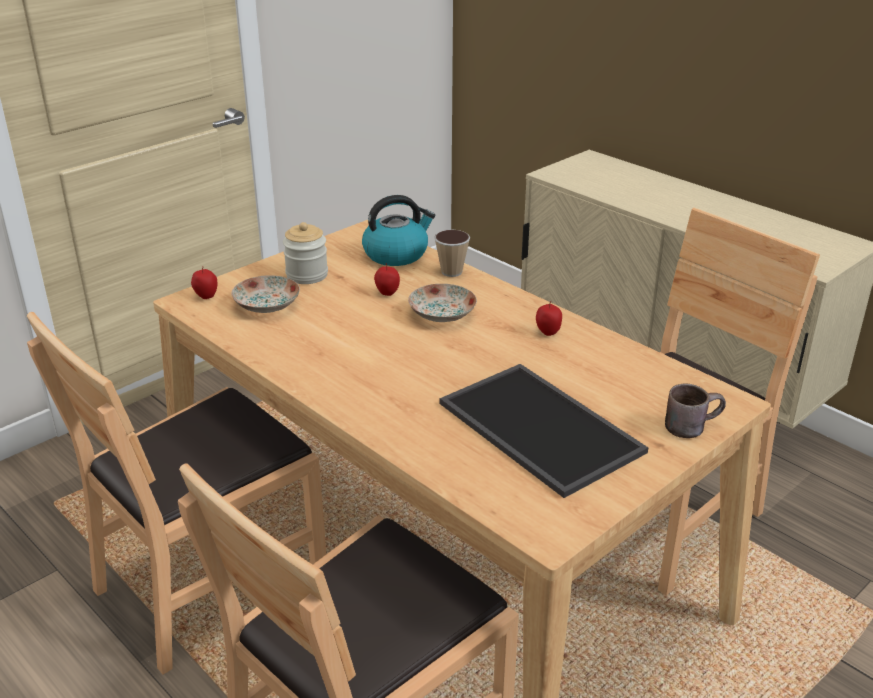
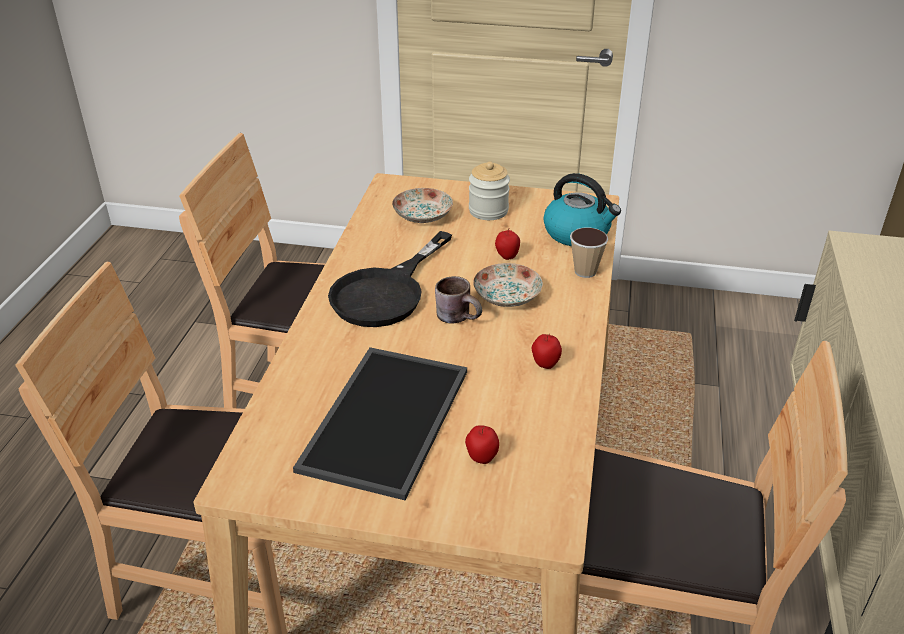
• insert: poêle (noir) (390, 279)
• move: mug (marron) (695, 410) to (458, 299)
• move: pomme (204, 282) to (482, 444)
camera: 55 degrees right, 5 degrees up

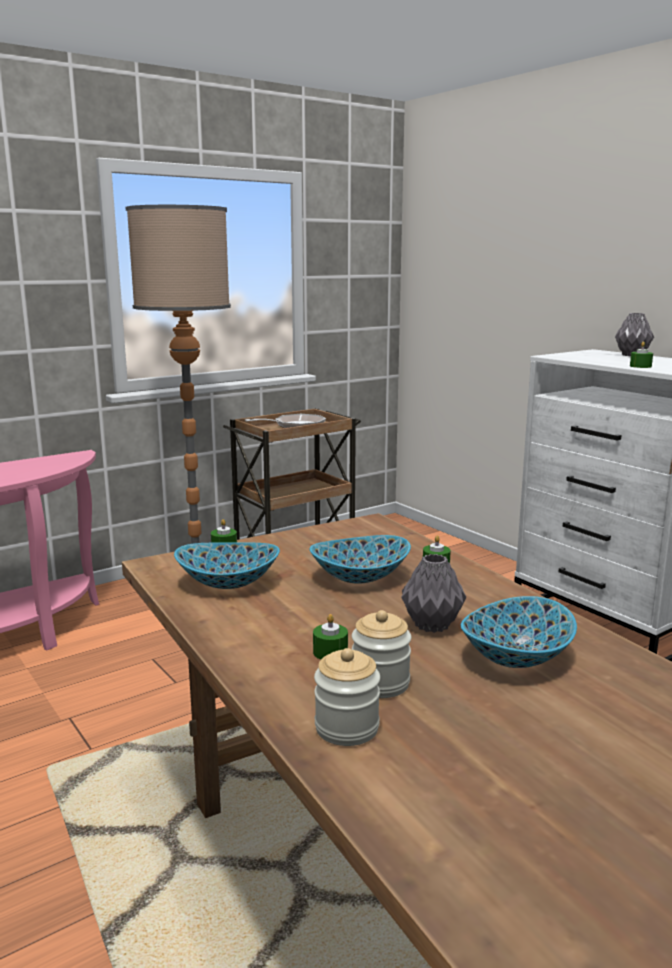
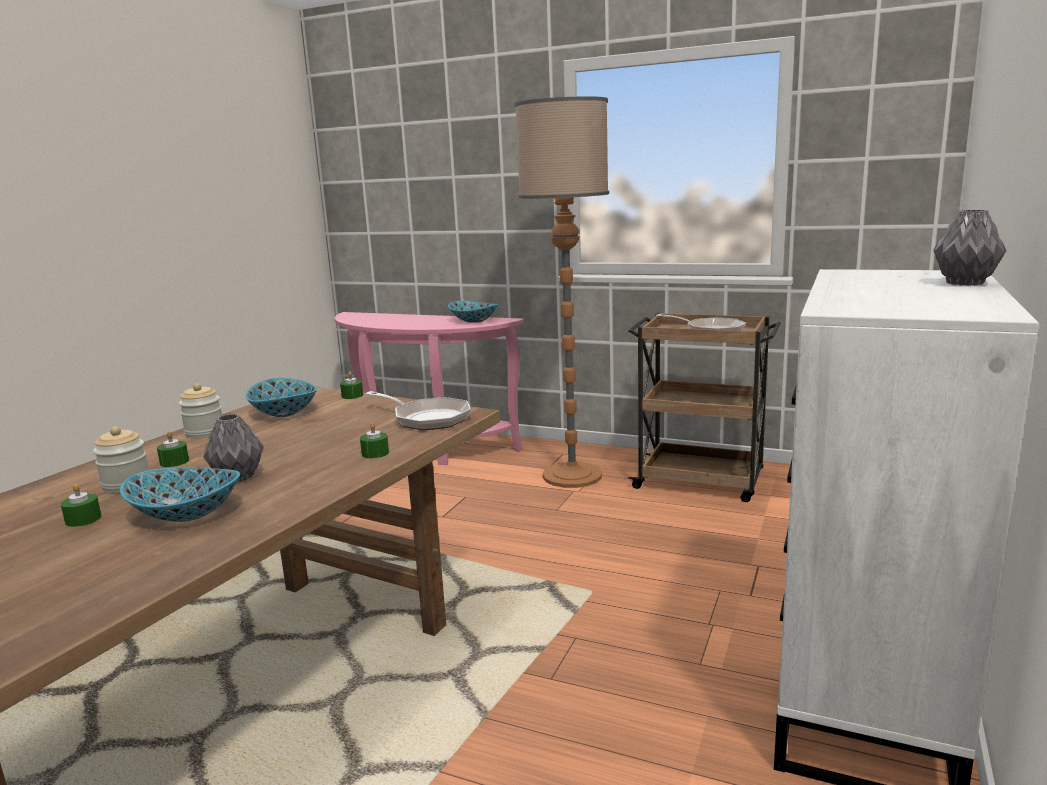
• move: bougie (vert) (641, 354) to (81, 505)
• move: bocal (347, 697) to (200, 411)
• insert: poêle (418, 410)
• move: bol (360, 559) to (473, 312)
camera: 60 degrees right, 0 degrees up

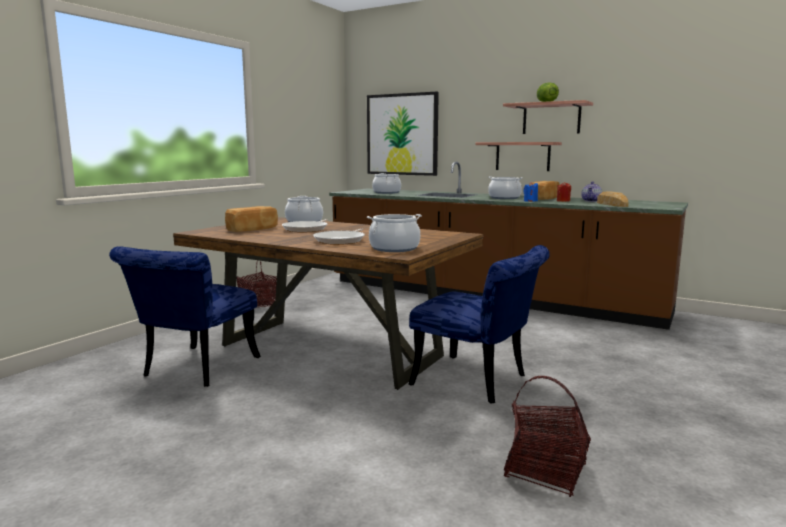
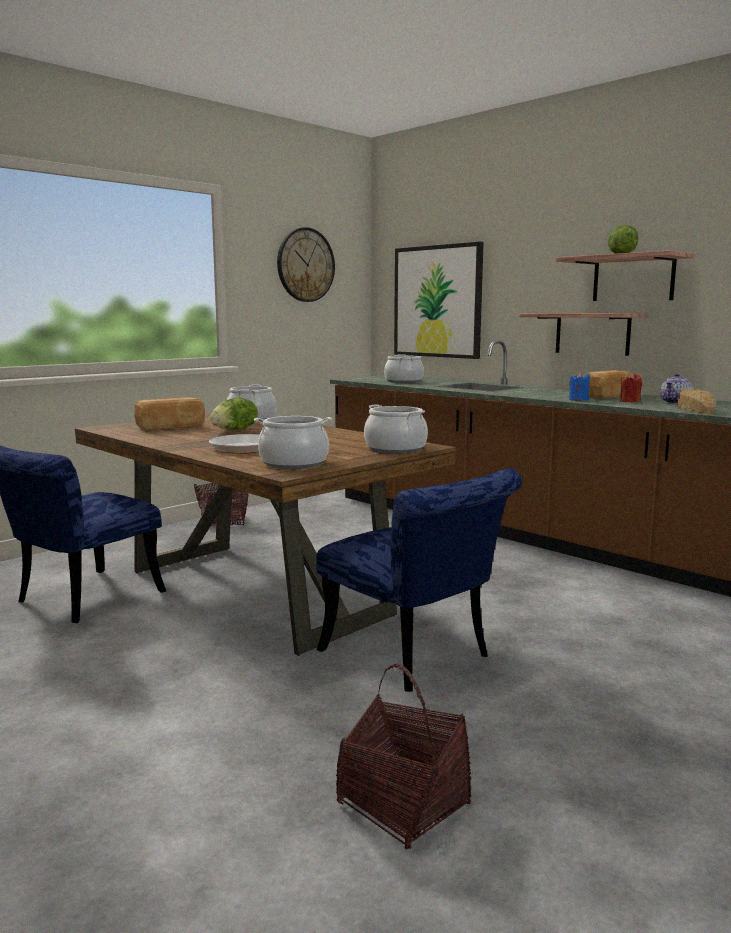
• replace: poêle (305, 225) to laitue (234, 414)
• insert: horloge murale (306, 264)
• move: marmite (505, 187) to (396, 429)
camera: 15 degrees right, 0 degrees up

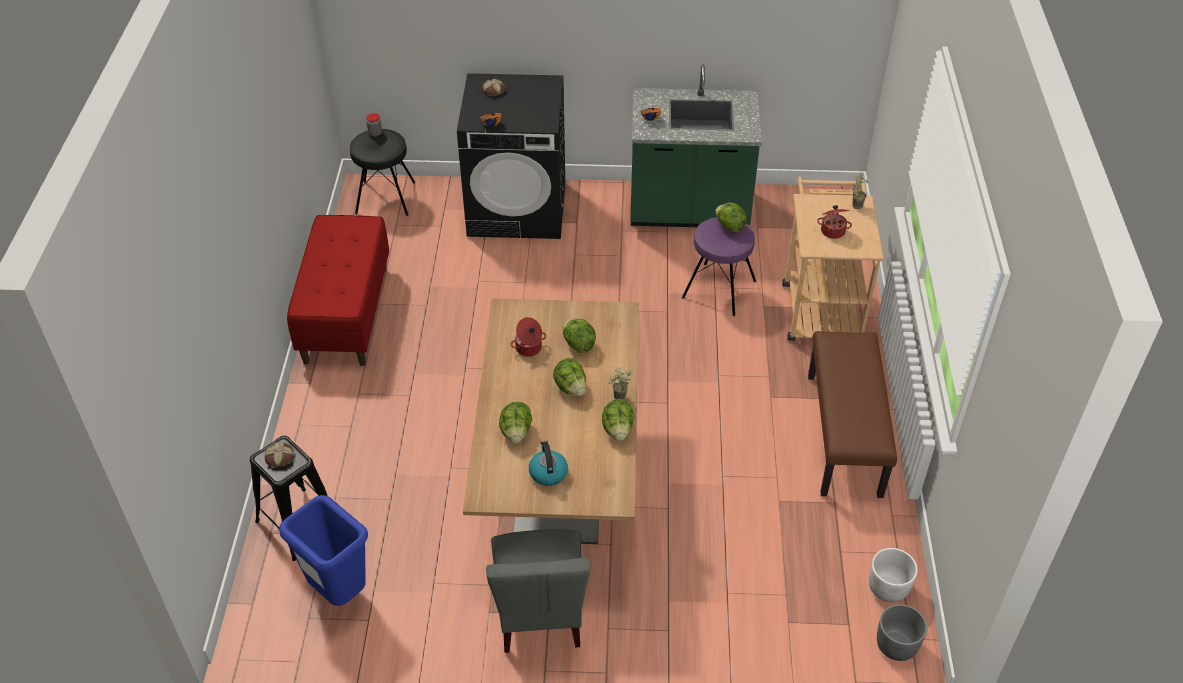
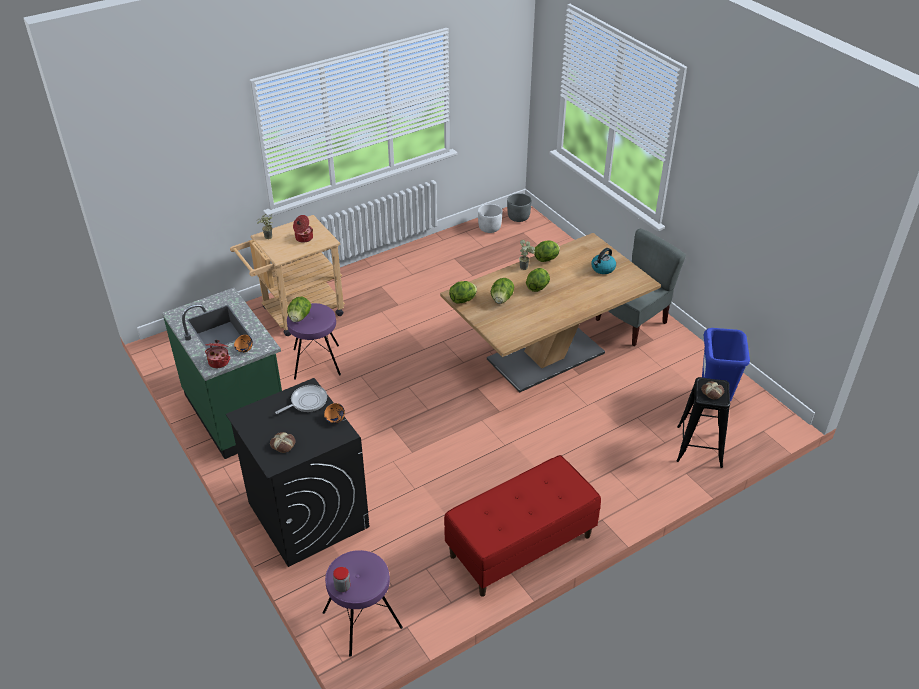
• move: marmite (528, 337) to (217, 354)
• insert: poêle (301, 399)
• recolor: tabouret (noir) (382, 172) to tabouret (violet) (363, 603)
• move: laitue (515, 422) to (463, 292)
• delete: banc (marron) (852, 414)
camera: 125 degrees left, 5 degrees down

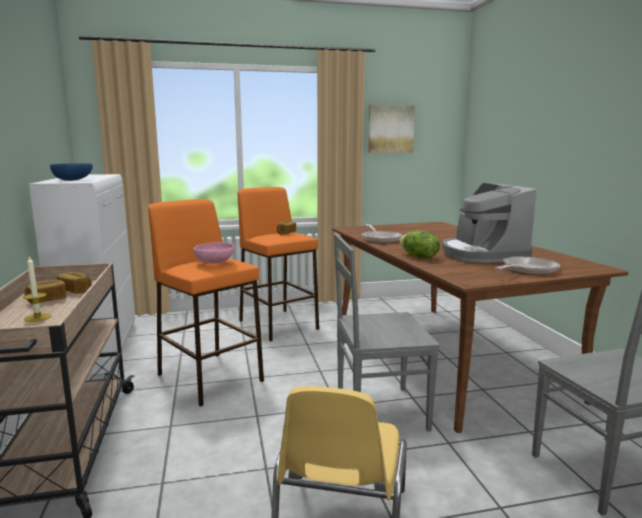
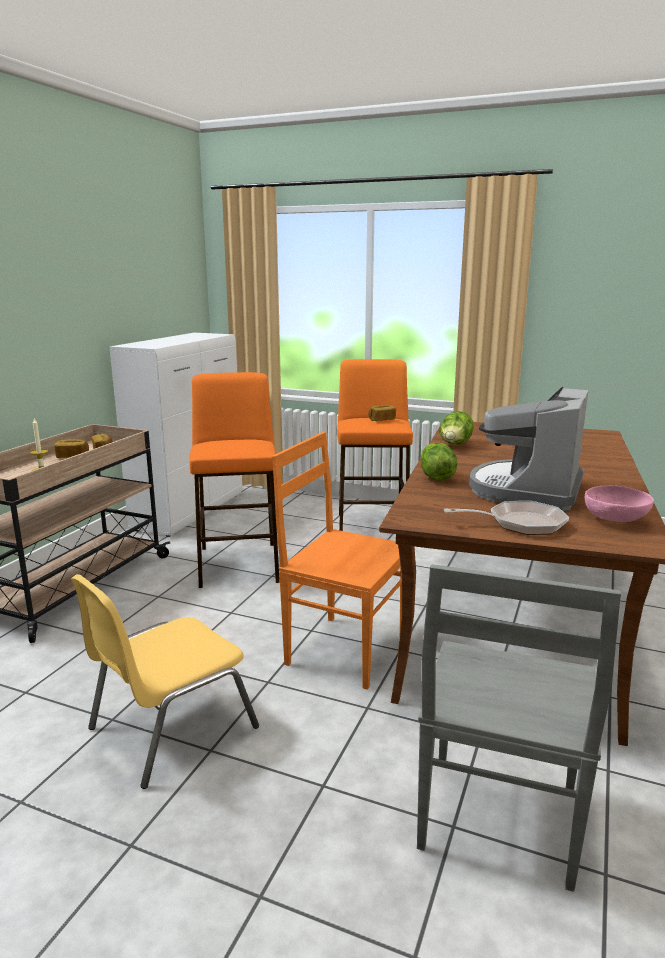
• recolor: chaise (gris) (387, 332) to chaise (orange) (337, 561)
• replace: poêle (382, 233) to laitue (456, 428)
• move: bol (rose) (214, 252) to (619, 503)
• delete: bol (bleu) (71, 172)
• delete: tableau (391, 128)
camera: 35 degrees right, 5 degrees up

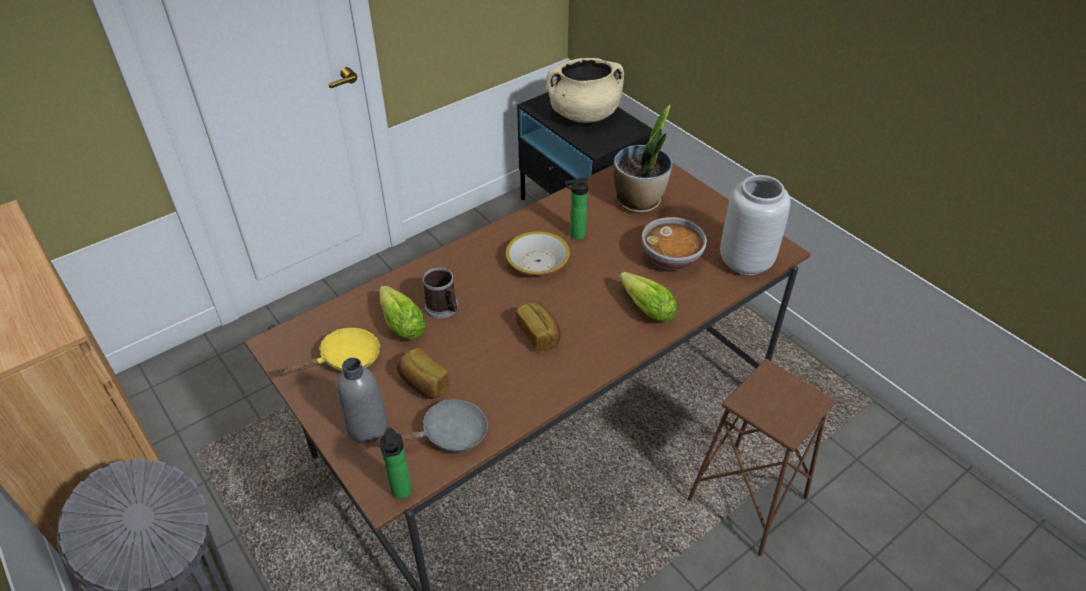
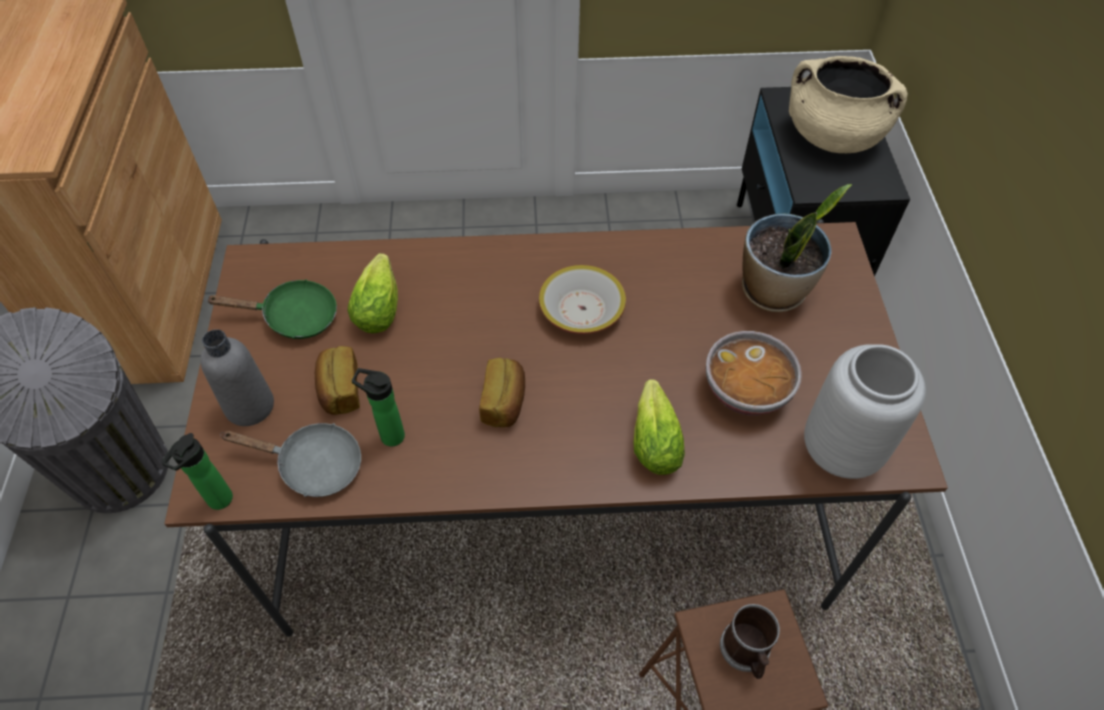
• recolor: poêle (jaune) (329, 352) to poêle (vert) (271, 309)
• move: bouteille (576, 208) to (378, 407)
• move: mug (440, 293) to (750, 641)
camera: 35 degrees right, 10 degrees up

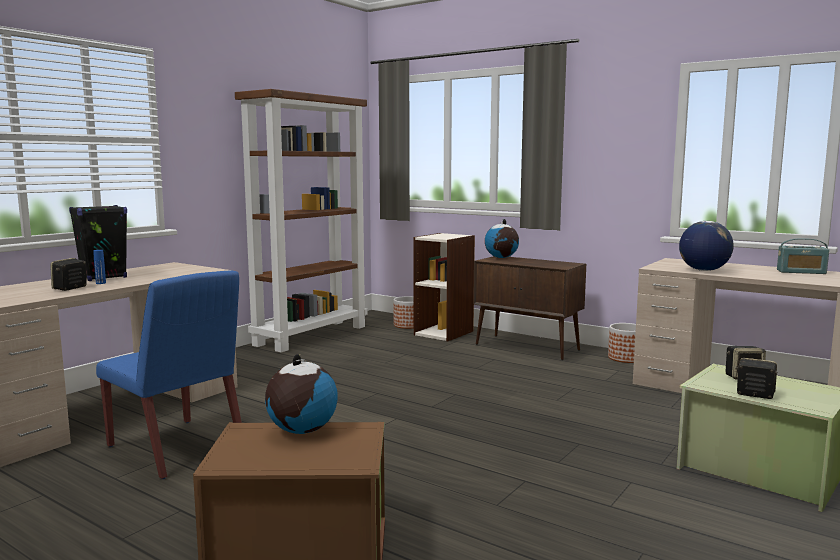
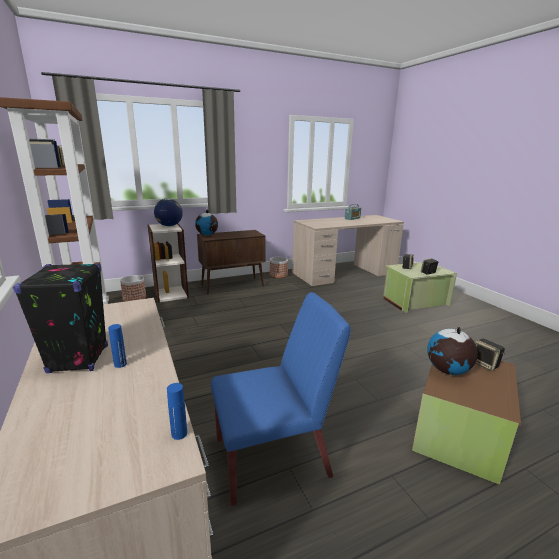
• move: globe (706, 246) to (168, 212)
• insert: bouteille (bleu) (177, 411)
• move: enceinte (68, 274) to (490, 354)
camera: 60 degrees left, 10 degrees up

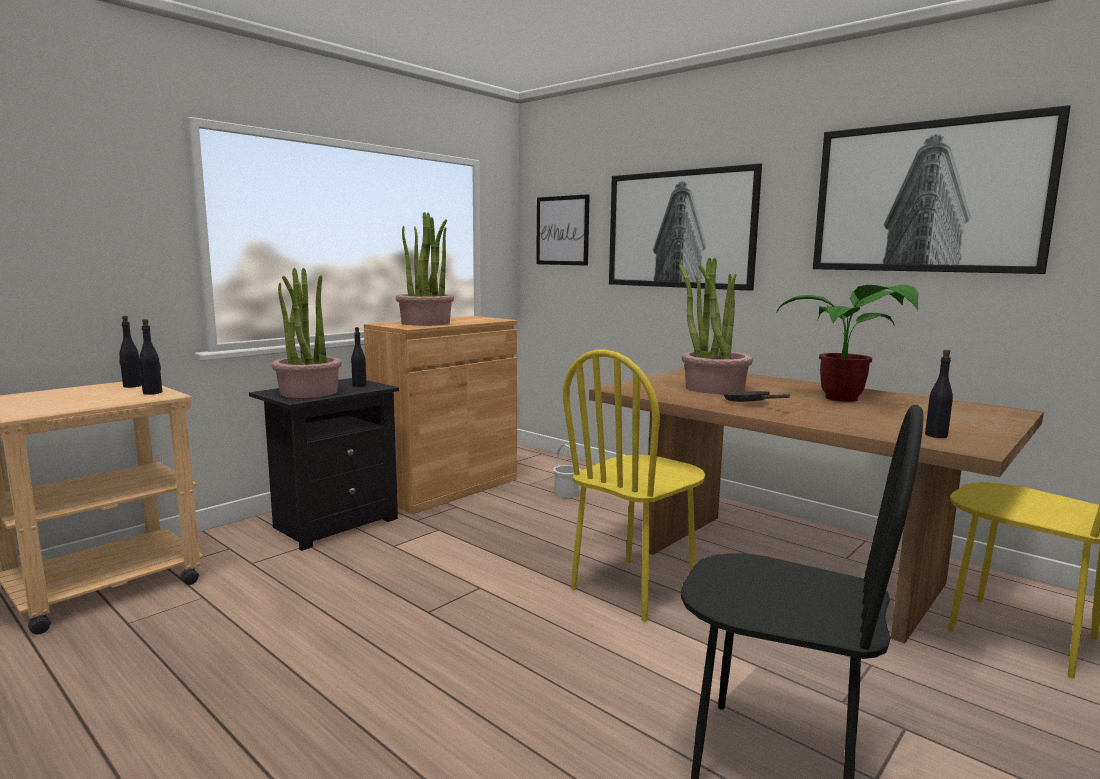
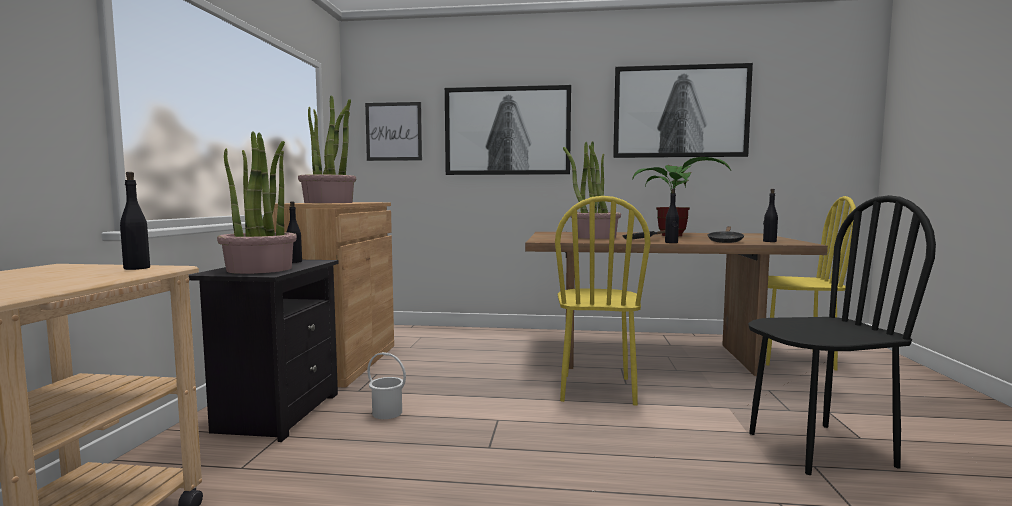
• move: seau (blanc) (567, 471) to (386, 385)
• move: bouteille (noir) (130, 352) to (672, 216)
• insert: poêle (noir) (726, 234)
camera: 35 degrees left, 5 degrees down

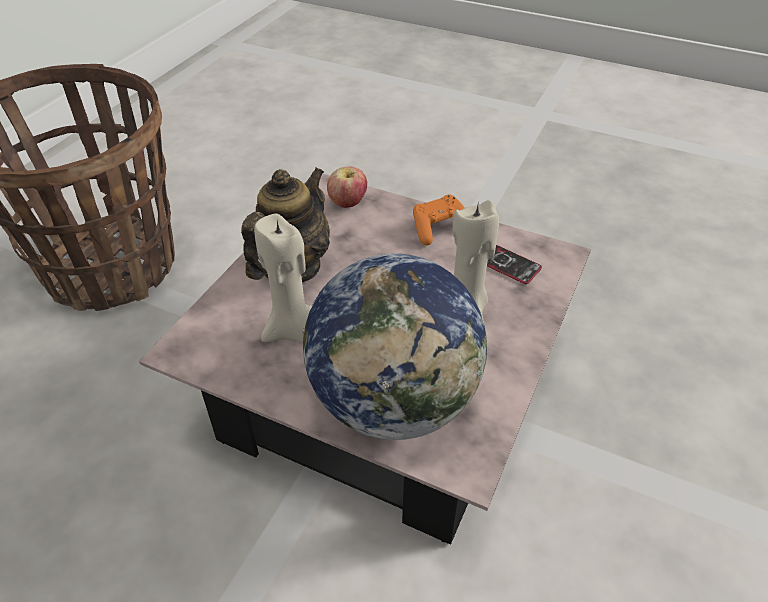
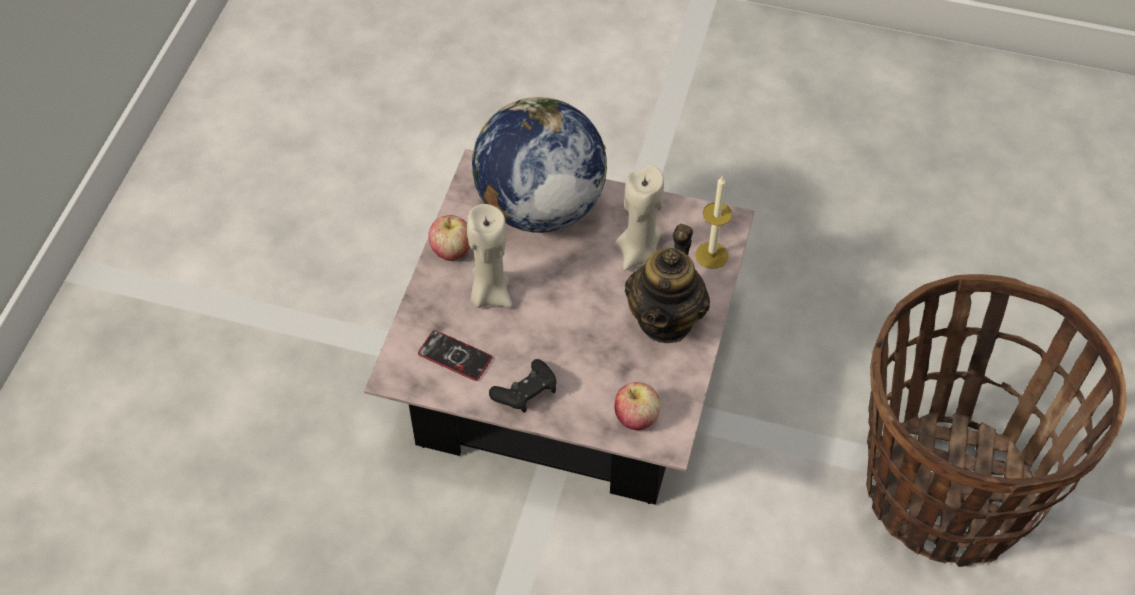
• insert: pomme (449, 238)
• recolor: manette (orange) (439, 220) to manette (noir) (522, 386)
• insert: bougie (713, 222)
camera: 170 degrees right, 10 degrees up

